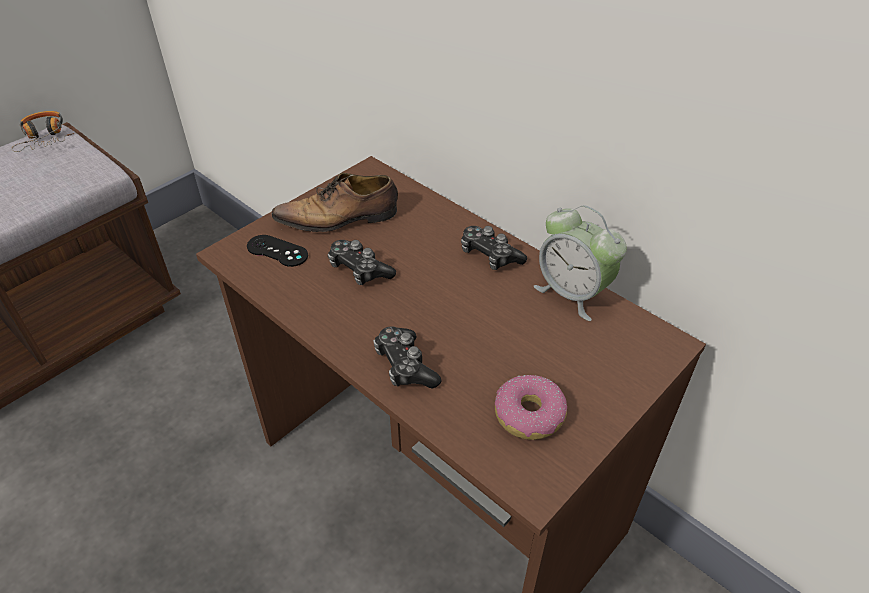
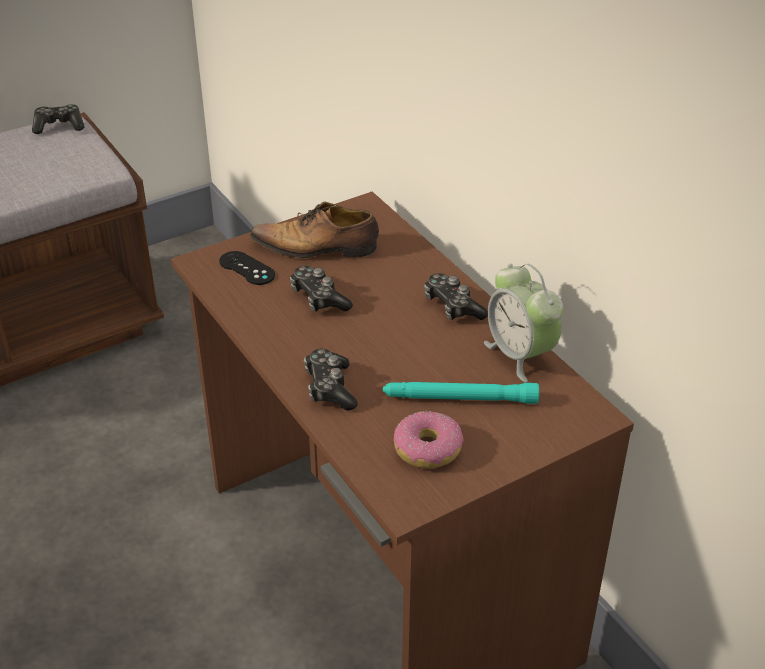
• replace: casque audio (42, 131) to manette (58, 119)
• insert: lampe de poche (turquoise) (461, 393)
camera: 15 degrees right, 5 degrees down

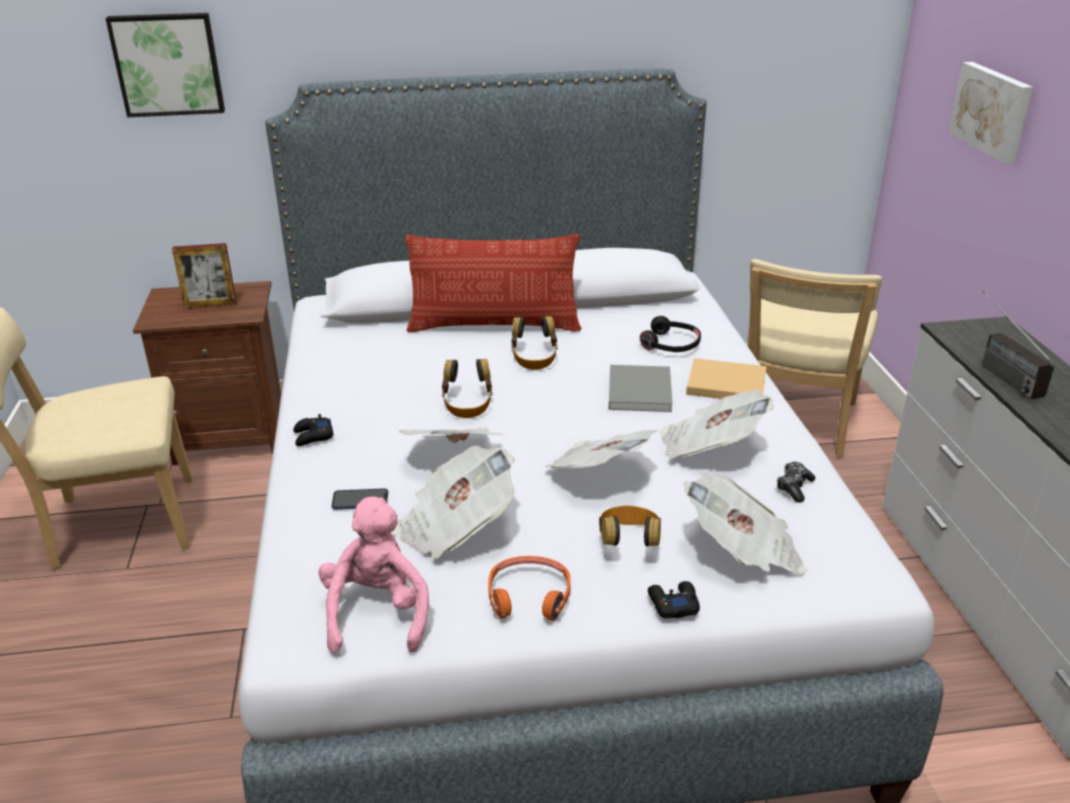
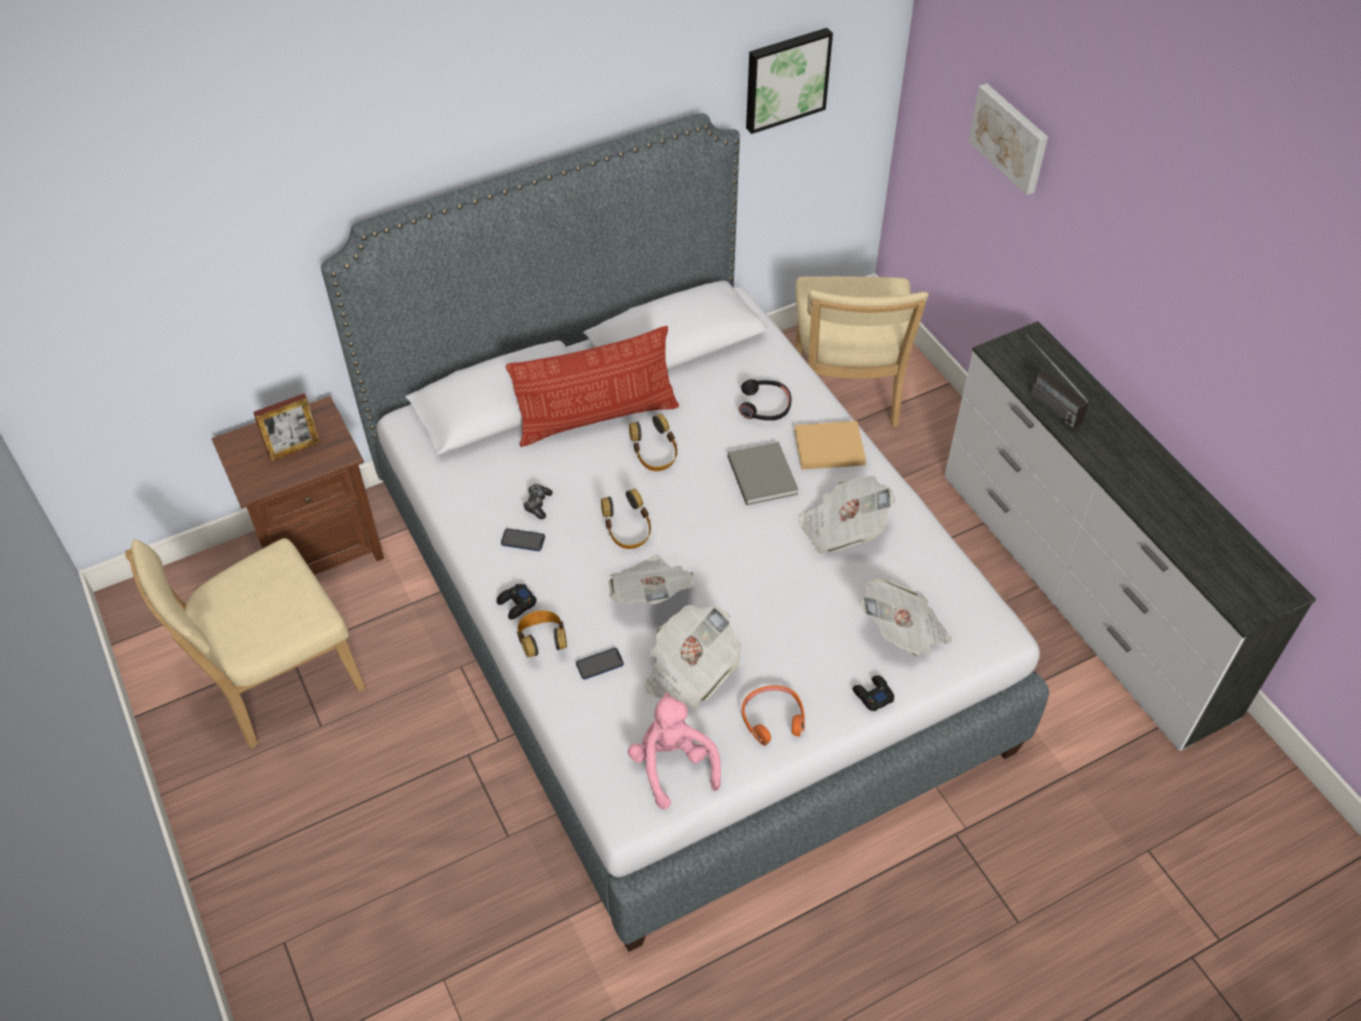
• insert: téléphone (523, 539)
• move: casque audio (630, 525) to (542, 633)
• move: manette (796, 482) to (538, 501)
• move: tableau (165, 65) to (789, 81)
• delete: journal (602, 449)
camera: 20 degrees left, 20 degrees up

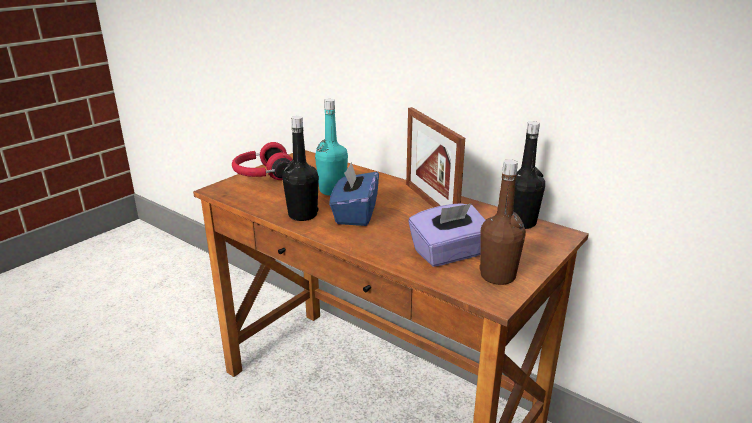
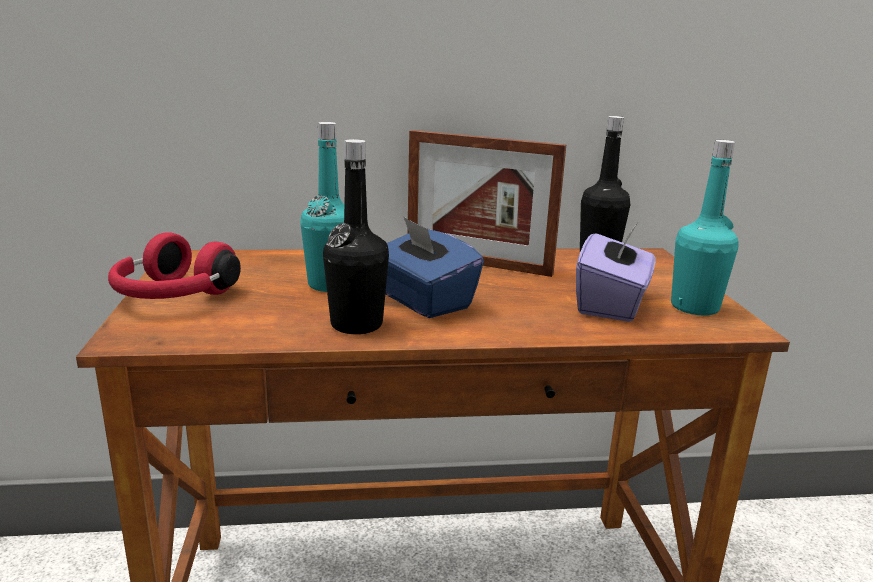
• recolor: bouteille (marron) (502, 222) to bouteille (turquoise) (705, 228)
camera: 45 degrees left, 5 degrees down

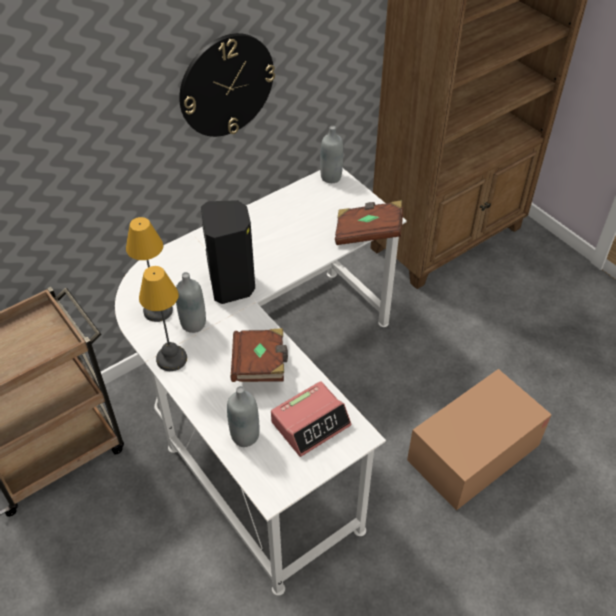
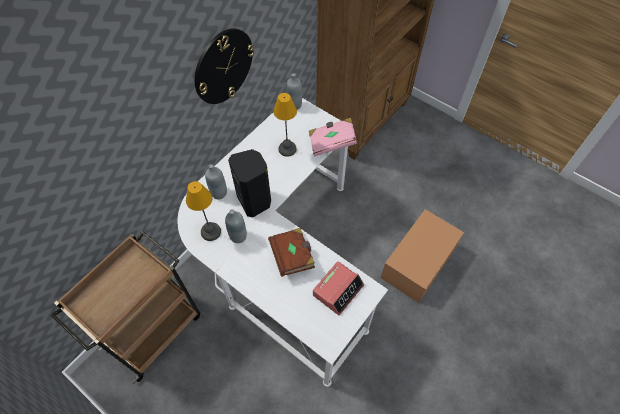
• move: bouteille (gris) (243, 416) to (216, 182)
• move: lampe de table (163, 318) to (285, 125)
• recolor: livre (marron) (369, 222) to livre (rose) (333, 137)
camera: 15 degrees left, 10 degrees up

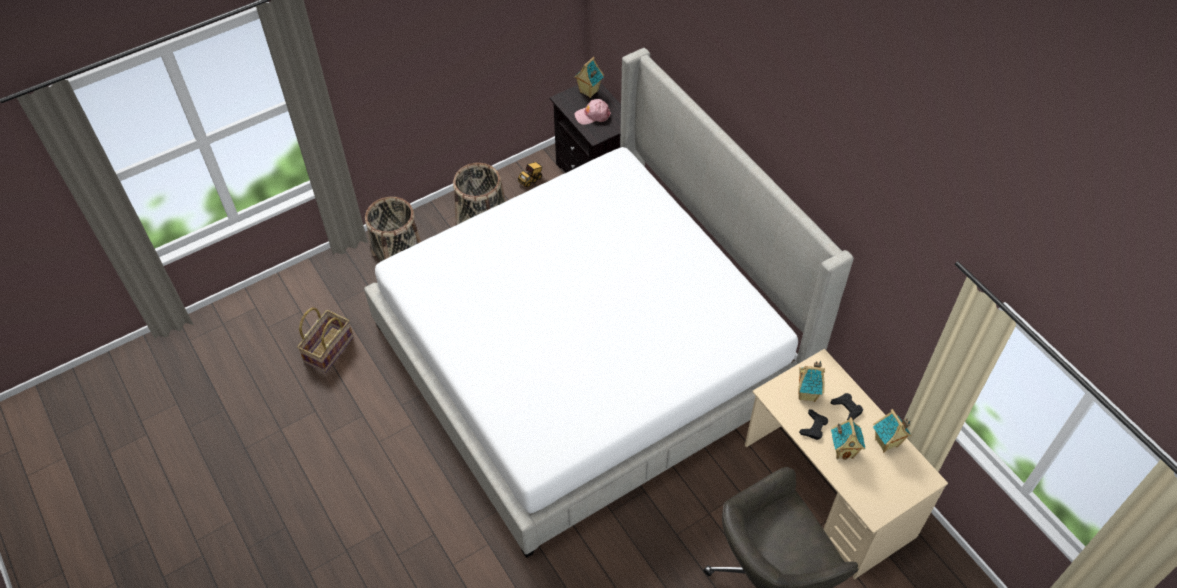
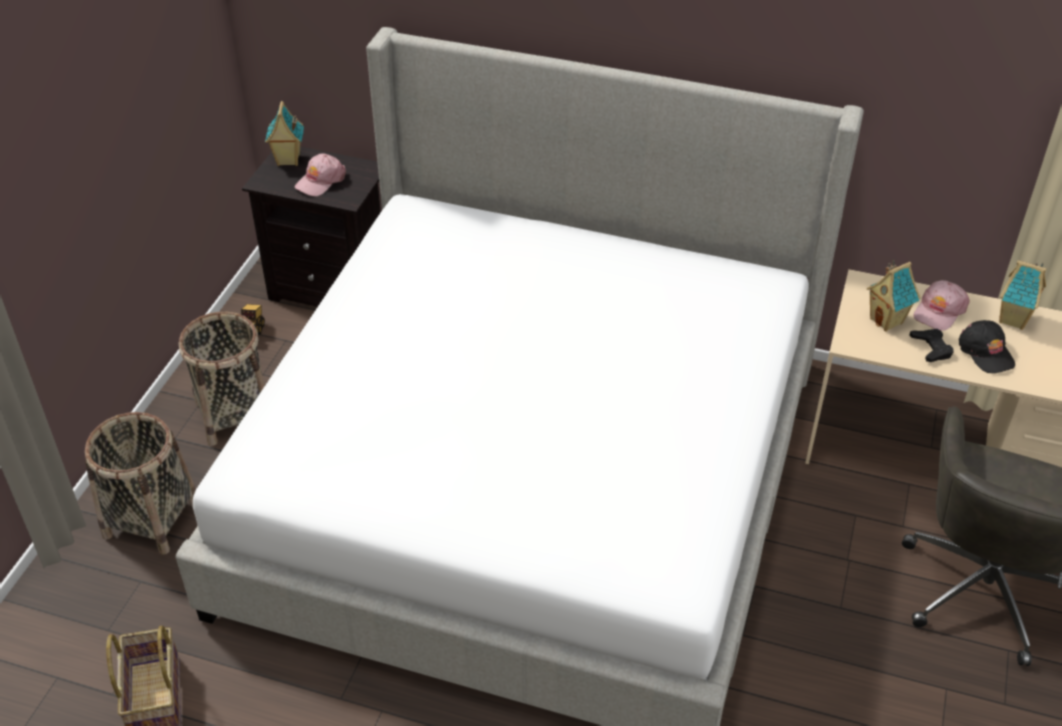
• replace: manette (noir) (847, 406) to casquette (rose) (941, 305)
• replace: maison miniature (848, 438) to casquette (noir) (987, 346)
camera: 40 degrees left, 10 degrees down

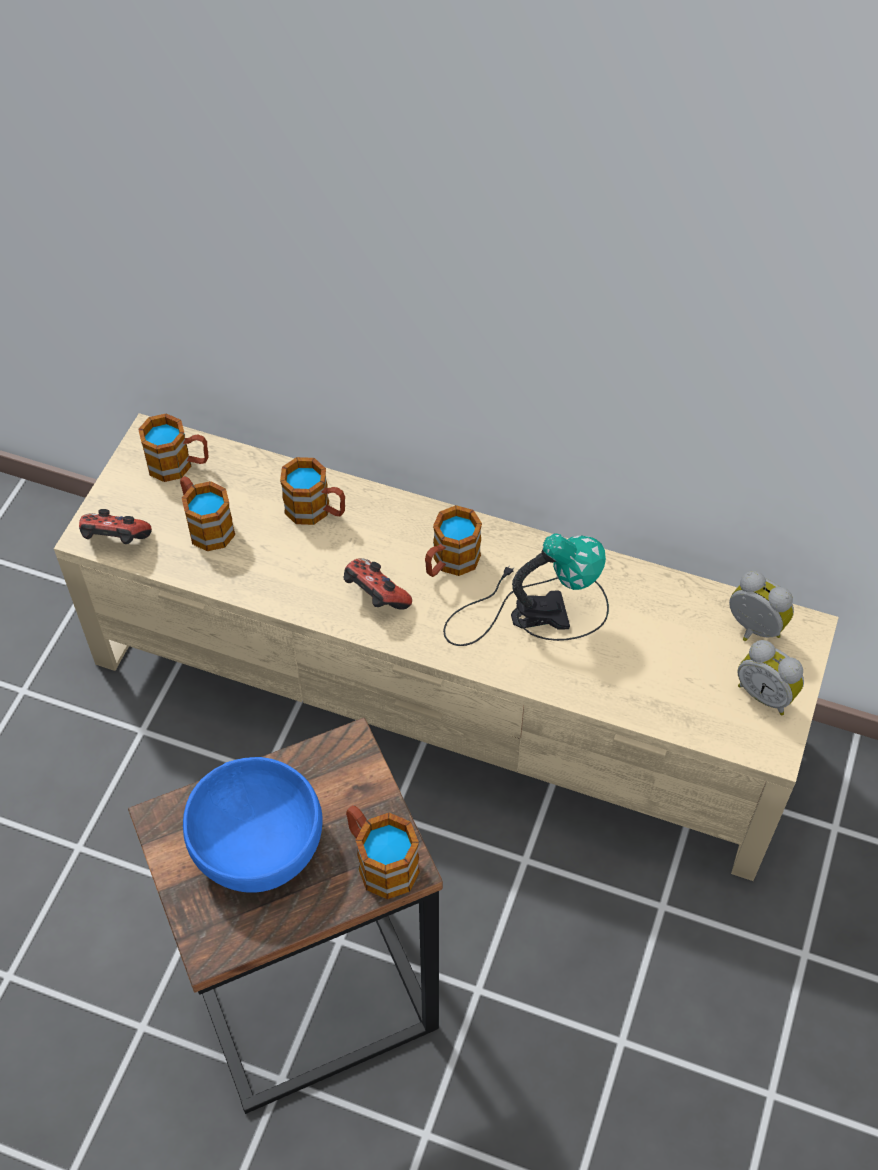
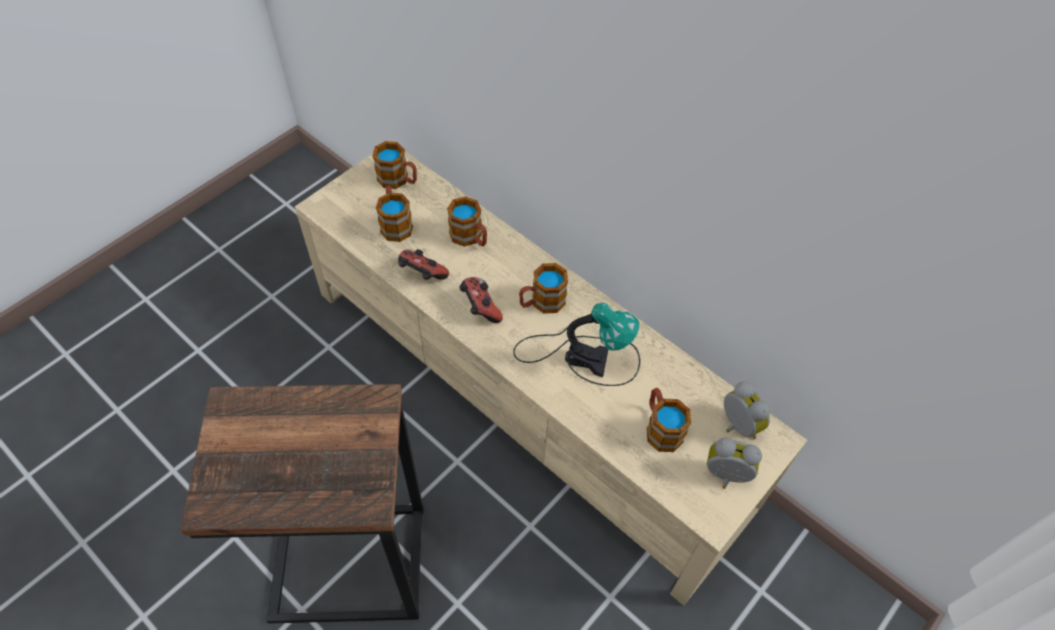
• move: manette (115, 526) to (423, 264)
• move: mug (383, 852) to (669, 420)
• rotate: réveil (771, 677) = (734, 463) 135 degrees clockwise
• delete: bol (bleu) (253, 824)
camera: 20 degrees right, 0 degrees up

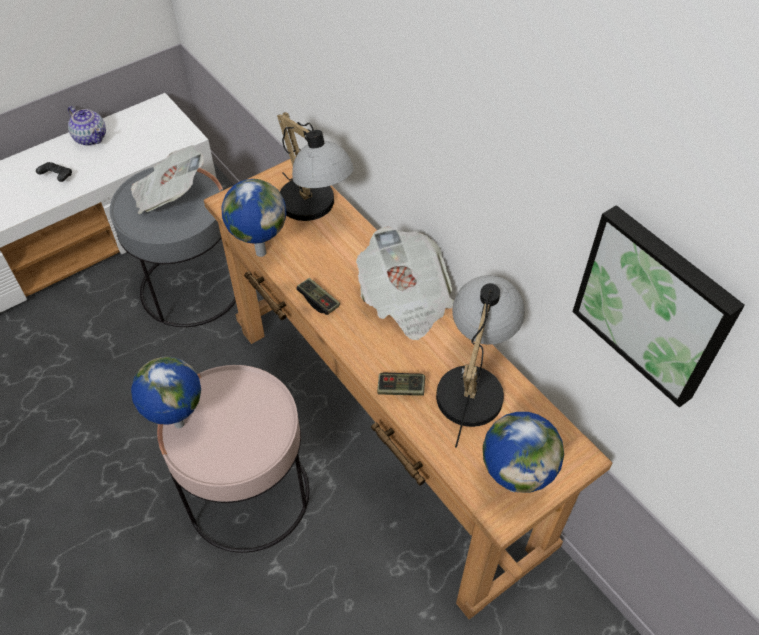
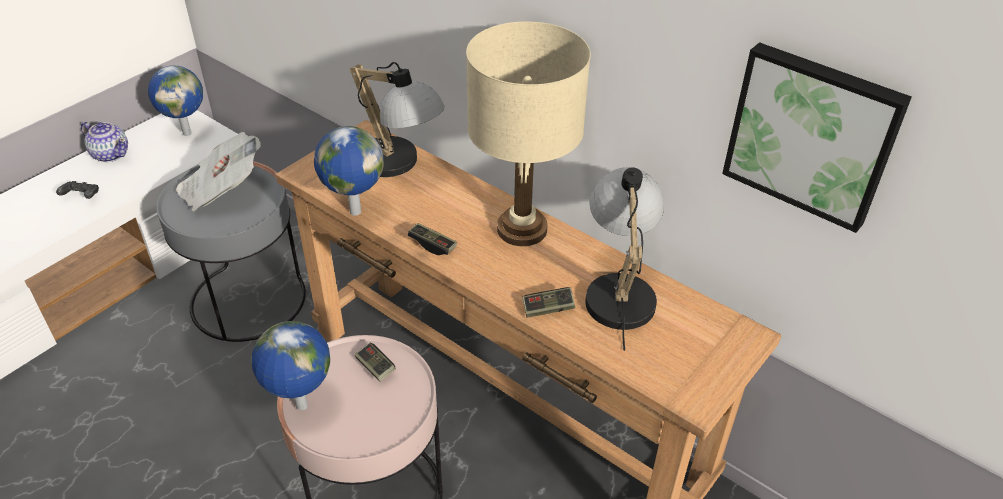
• move: globe (523, 452) to (175, 100)
• insert: manette (375, 362)
• replace: journal (405, 283) to lampe de table (beige) (528, 133)
camera: 15 degrees left, 10 degrees down

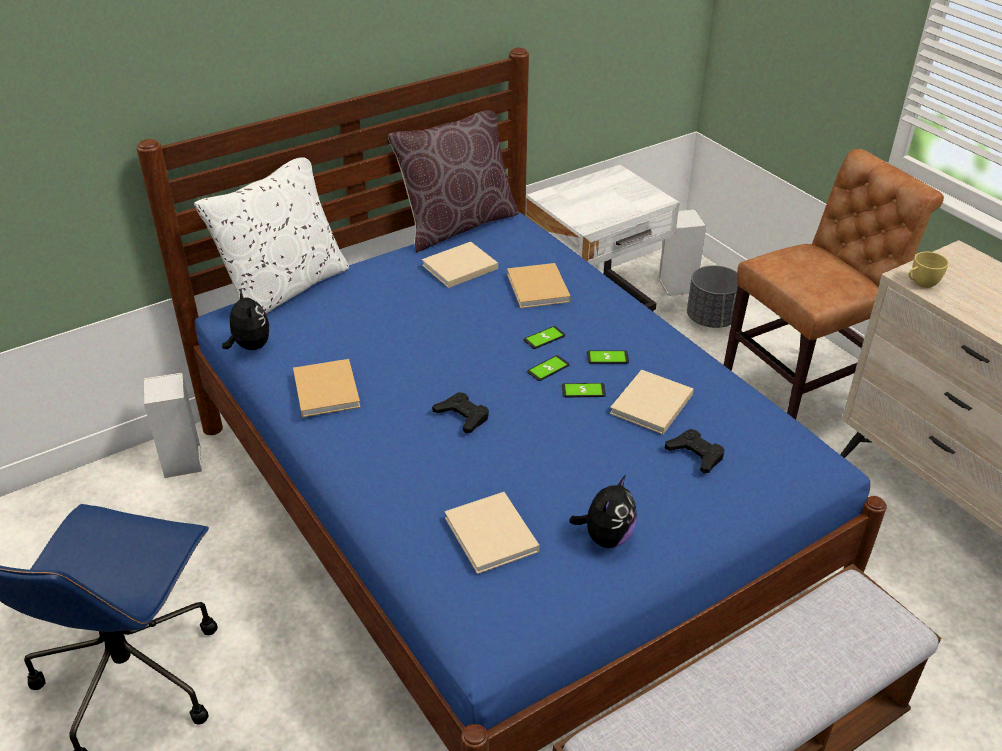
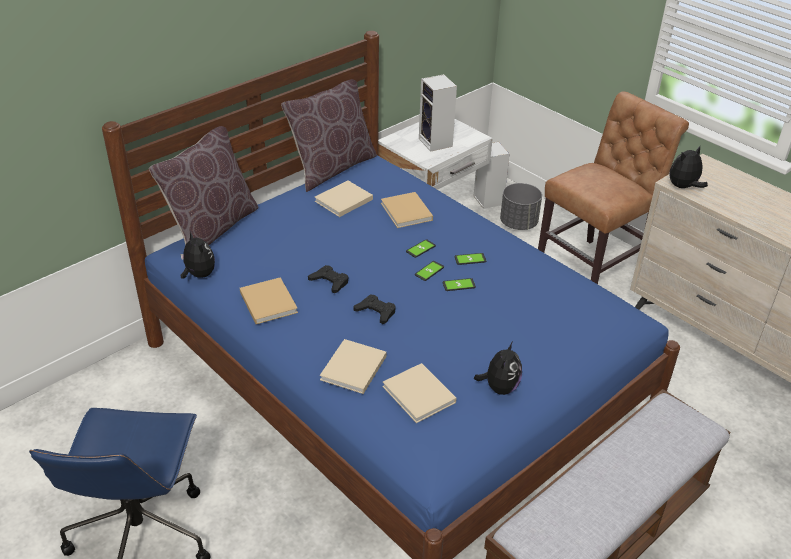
• recolor: coussin (blanc) (271, 235) to coussin (marron) (203, 185)
• move: manette (noir) (695, 451) to (328, 279)
• move: livre (beige) (651, 401) to (353, 366)
• move: enceinte (173, 425) to (438, 113)
• replace: tasse (jaune) (928, 270) to peluche (689, 167)
camera: 10 degrees left, 0 degrees up

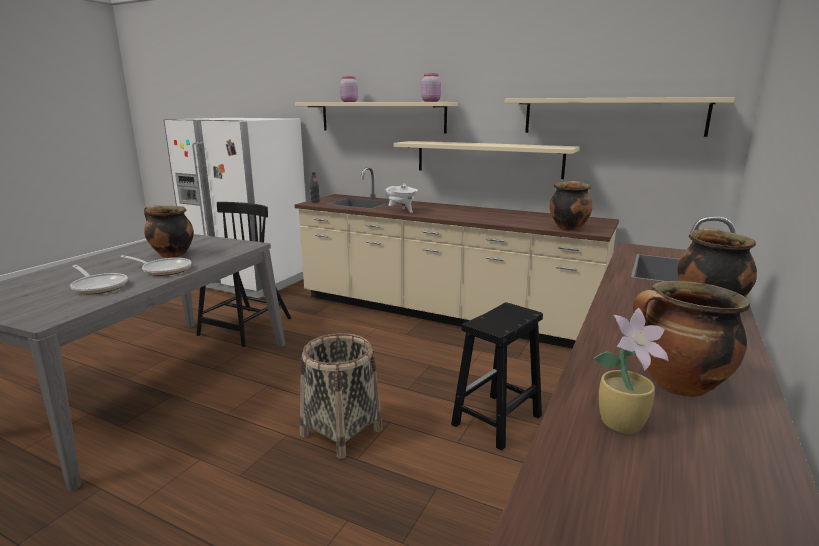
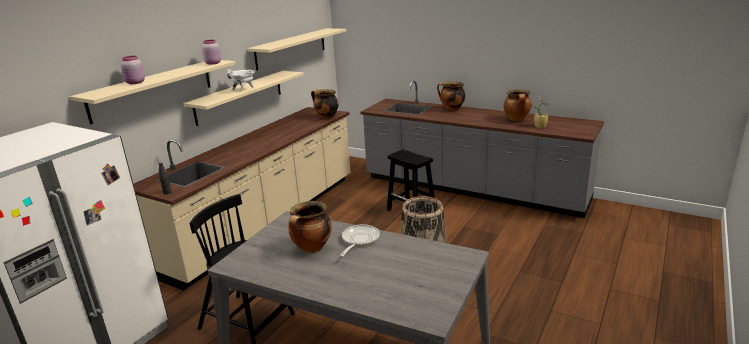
• move: marmite (blanc) (401, 198) to (241, 79)
• delete: poêle (99, 279)
camera: 85 degrees left, 5 degrees up

